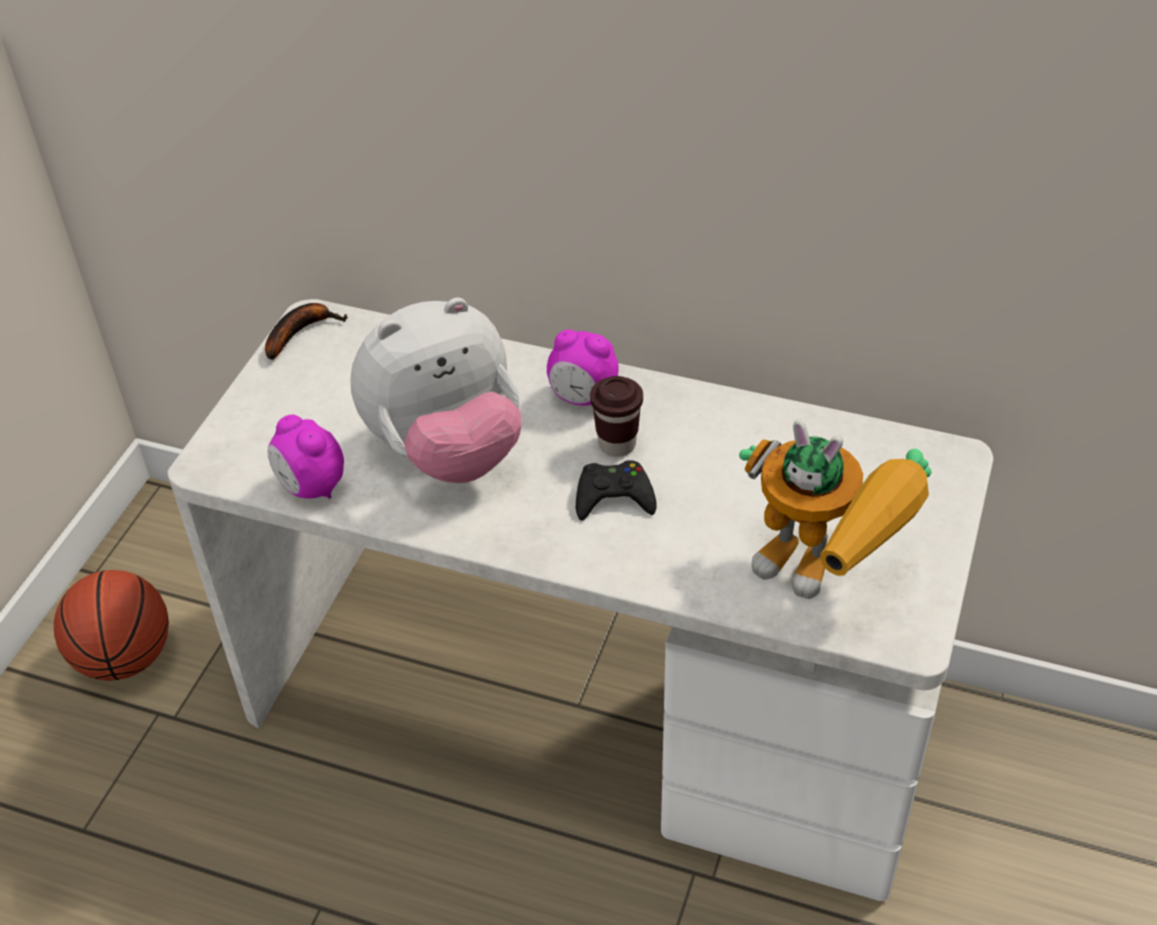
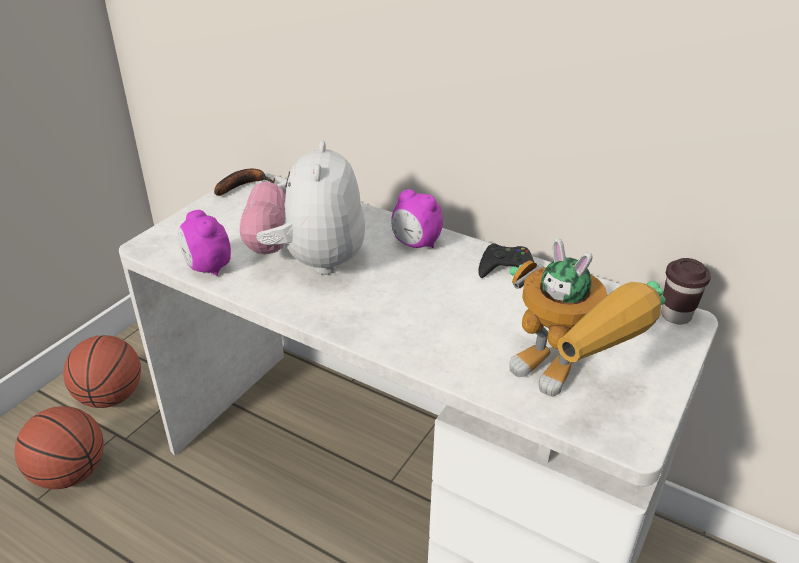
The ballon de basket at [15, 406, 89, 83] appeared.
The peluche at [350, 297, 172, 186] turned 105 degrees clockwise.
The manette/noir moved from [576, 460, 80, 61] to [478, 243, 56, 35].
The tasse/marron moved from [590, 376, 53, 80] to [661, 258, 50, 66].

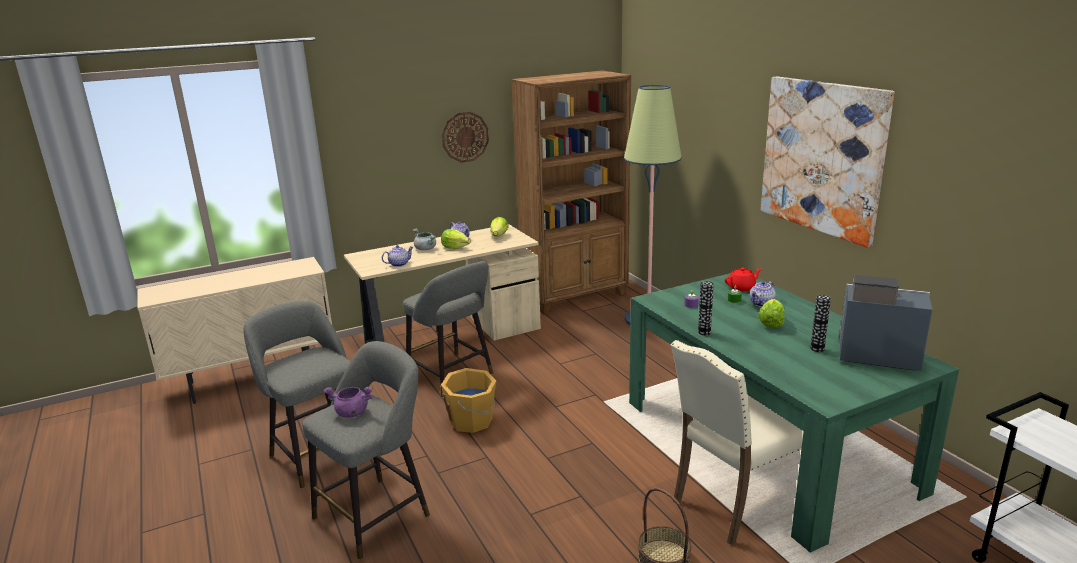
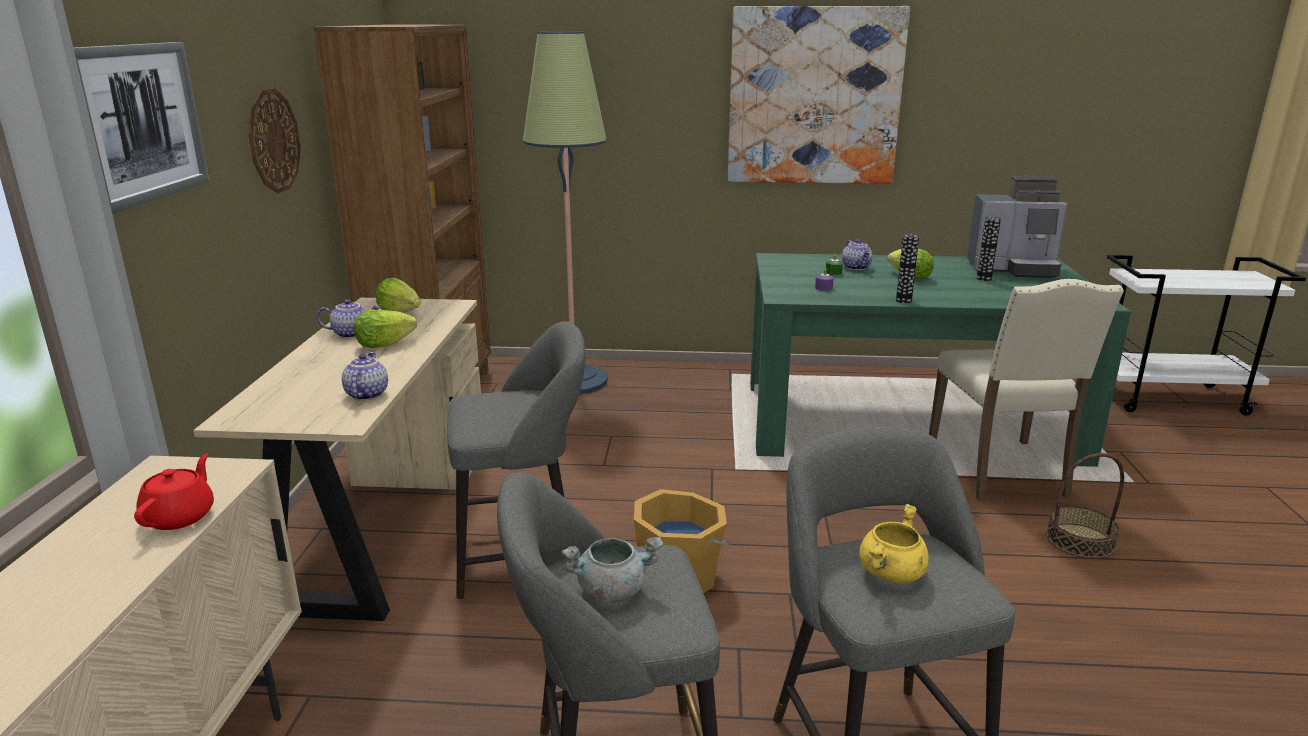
The tableau at [73, 42, 137, 172] appeared.
The théière/rouge moved from [725, 267, 37, 24] to [134, 454, 80, 76].
The marmite/gris moved from [413, 229, 23, 21] to [562, 537, 102, 66].
The marmite/violet at [324, 387, 49, 31] became the marmite/jaune at [859, 504, 70, 79].
The machine à café at [839, 275, 94, 96] turned 135 degrees counterclockwise.

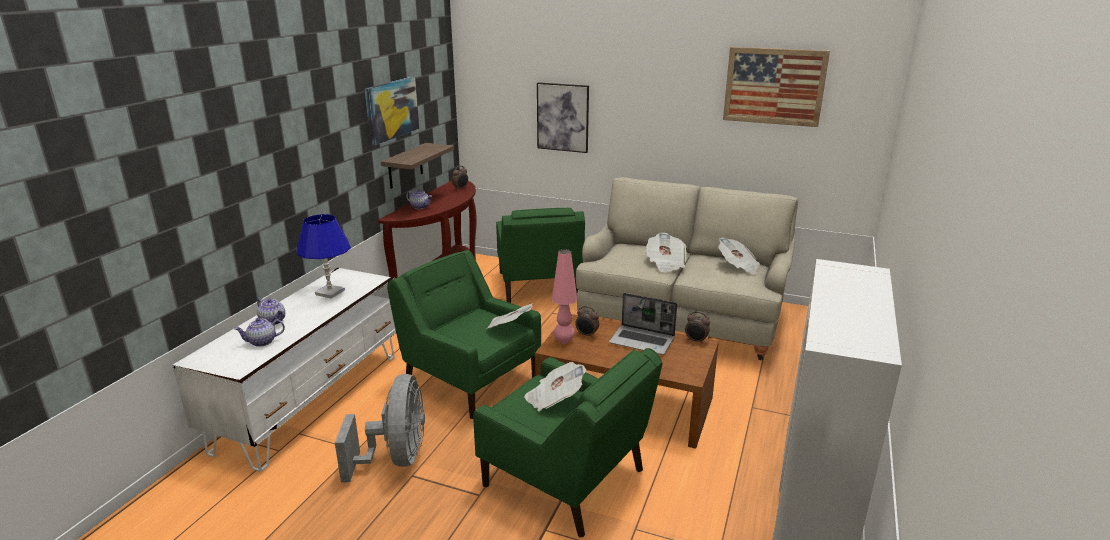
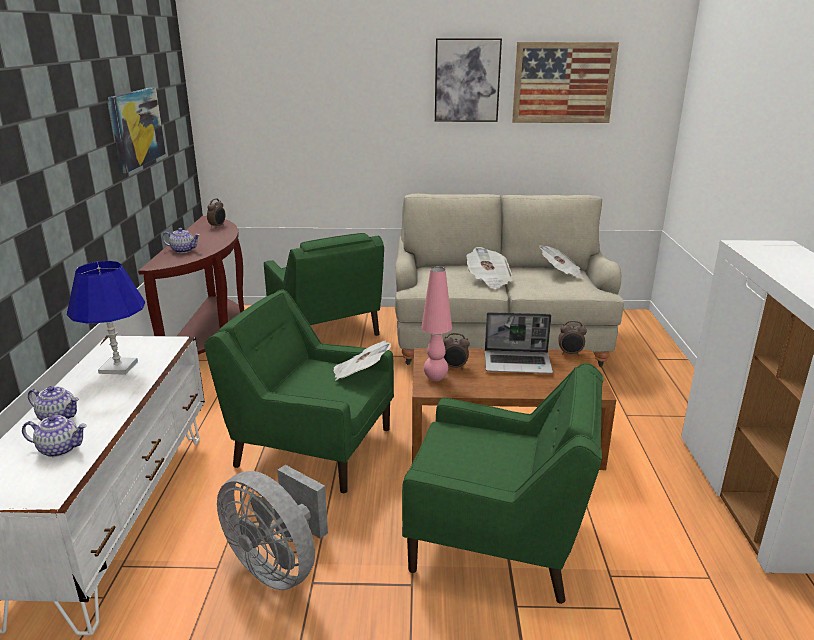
The théière at [234, 318, 51, 29] turned 135 degrees counterclockwise.
The ventilateur/gris at [335, 374, 90, 109] turned 150 degrees clockwise.
The tableau moved from [537, 82, 52, 71] to [435, 38, 67, 84].
The étagère at [381, 143, 73, 46] disappeared.
The journal at [524, 362, 62, 49] disappeared.

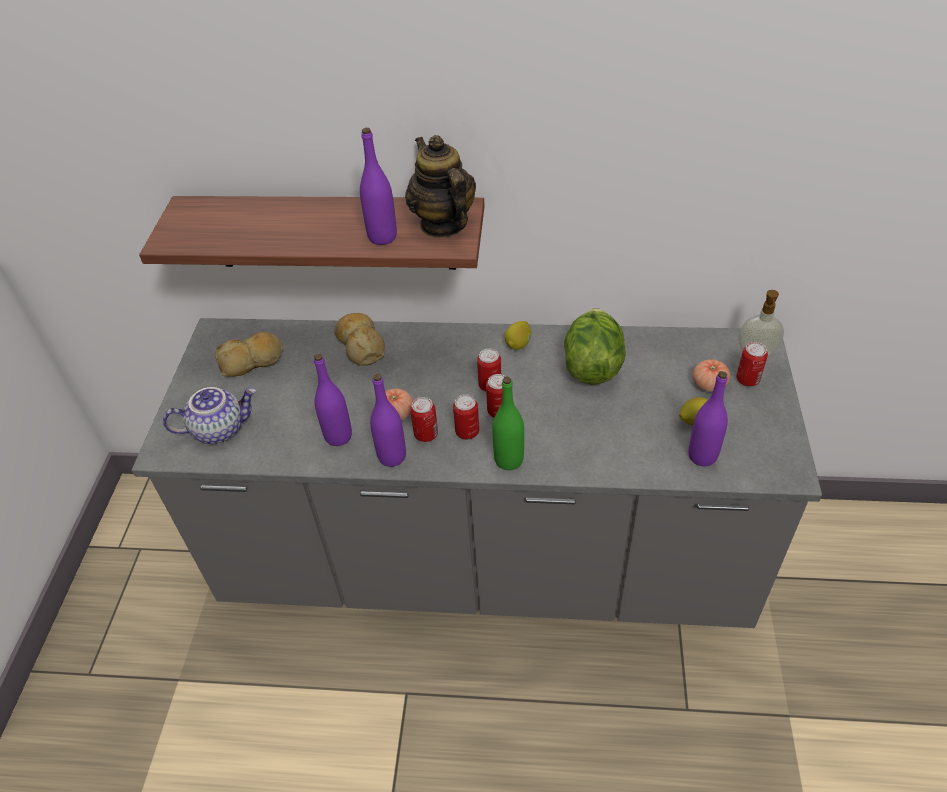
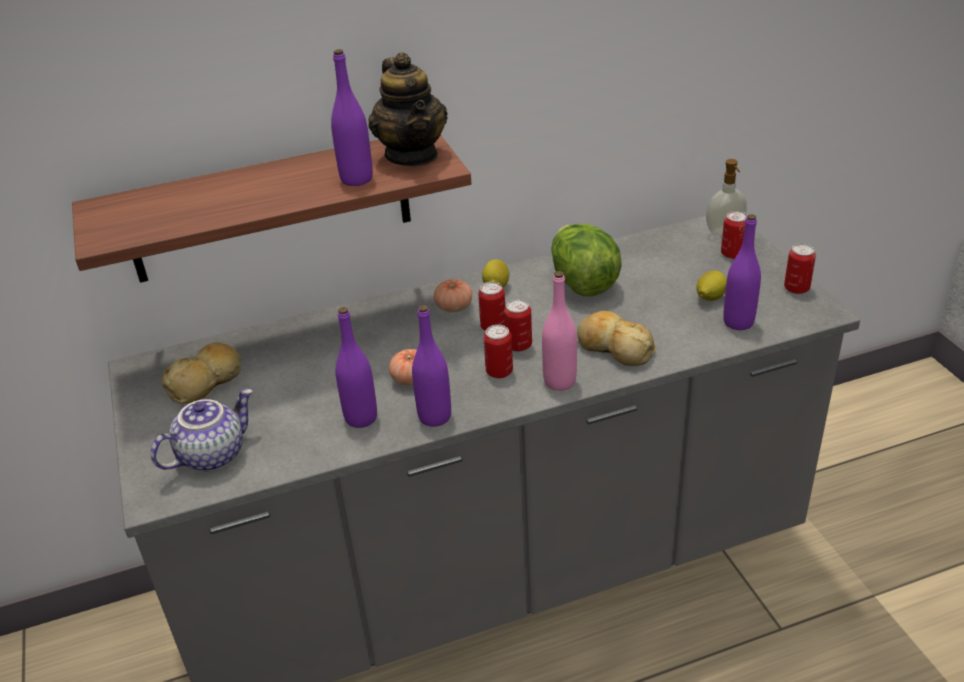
The théière at [405, 135, 71, 103] turned 150 degrees counterclockwise.
The tomate moved from [693, 359, 37, 33] to [434, 279, 38, 33].
The bouteille/vert at [492, 377, 32, 93] became the bouteille/rose at [542, 271, 35, 120].
The pain moved from [335, 313, 50, 53] to [577, 311, 79, 55].
The boîte métallique moved from [410, 397, 28, 45] to [784, 244, 32, 50].

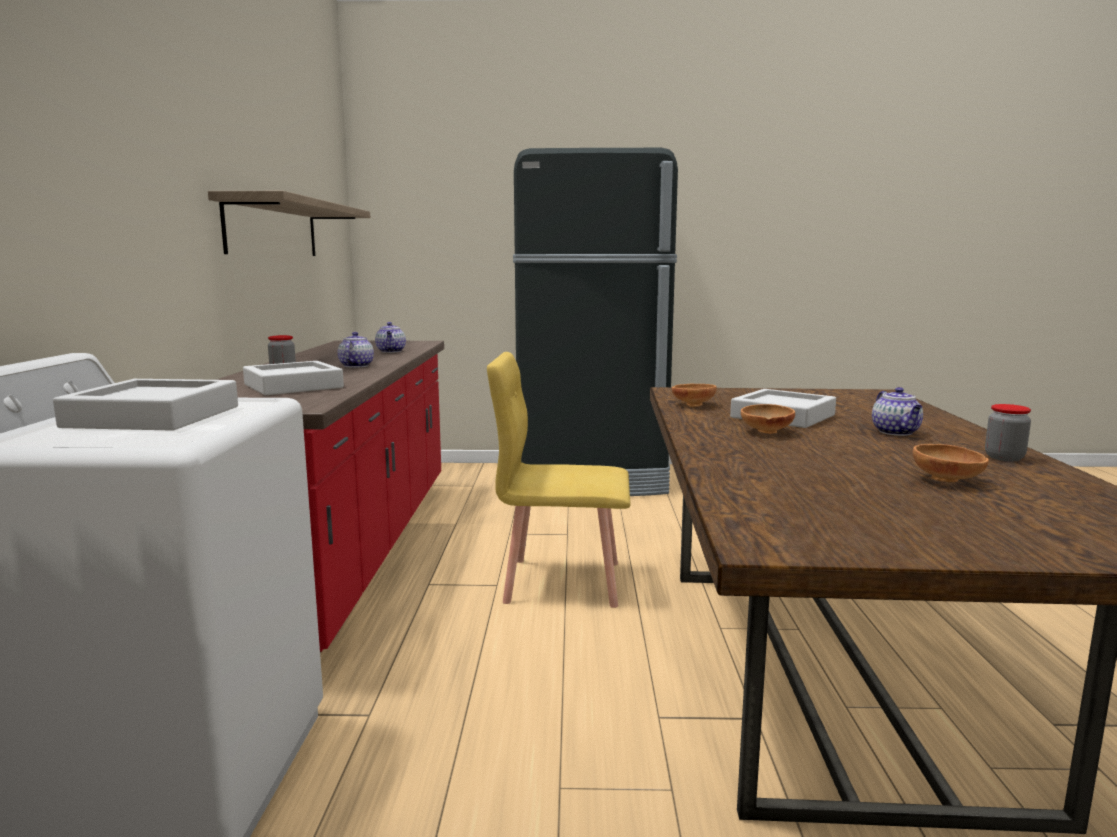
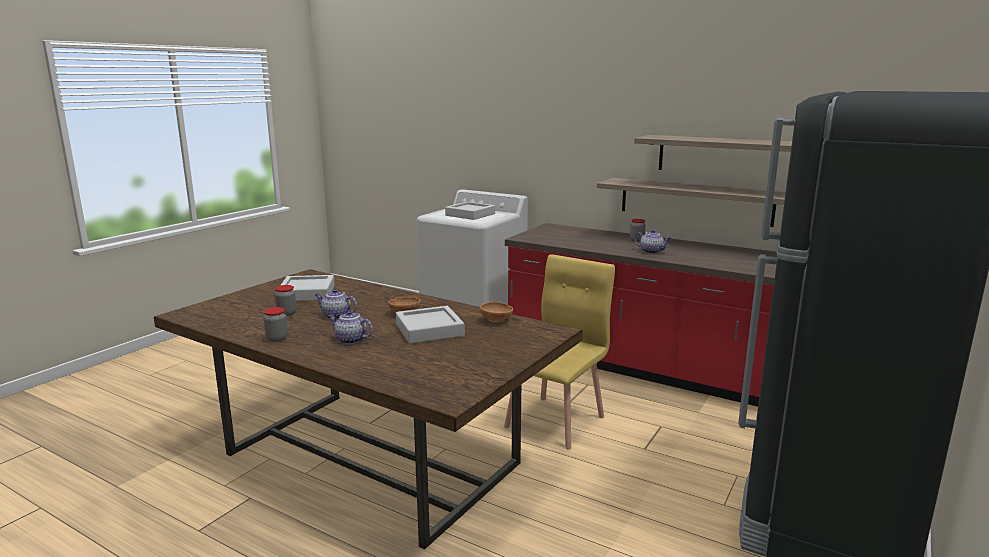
The bol/marron at [913, 444, 76, 38] was replaced by the bocal at [275, 285, 21, 31].
The plateau/gris moved from [243, 361, 101, 34] to [280, 275, 55, 26].
The théière moved from [375, 322, 31, 31] to [315, 289, 42, 30].
The étagère at [597, 178, 189, 49] appeared.

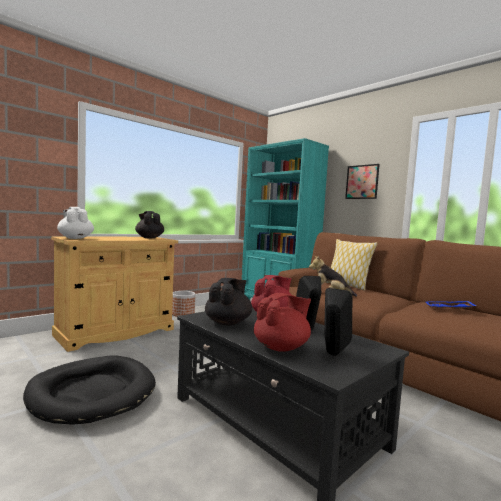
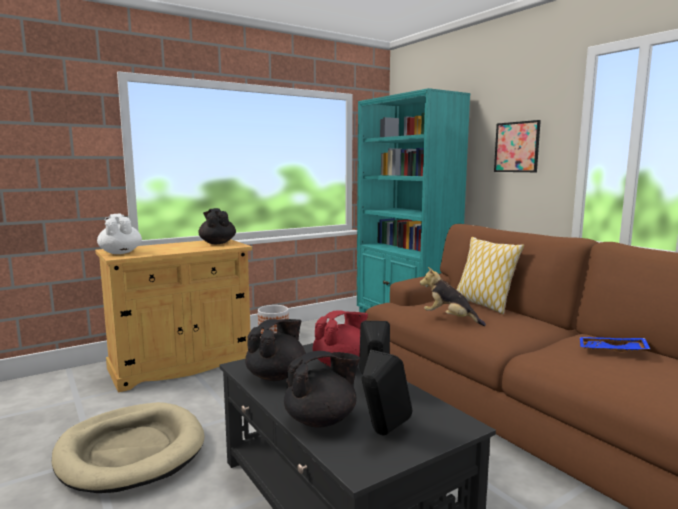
The panier pour chien/noir at [23, 356, 133, 69] became the panier pour chien/beige at [51, 402, 154, 91].
The théière/rouge at [254, 293, 57, 59] became the théière/noir at [284, 351, 76, 77].

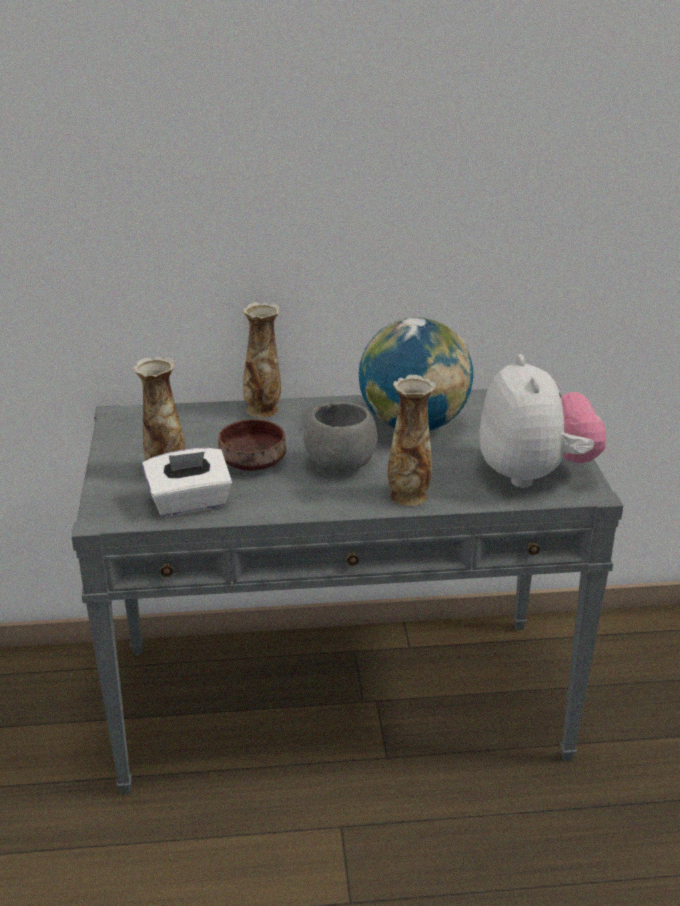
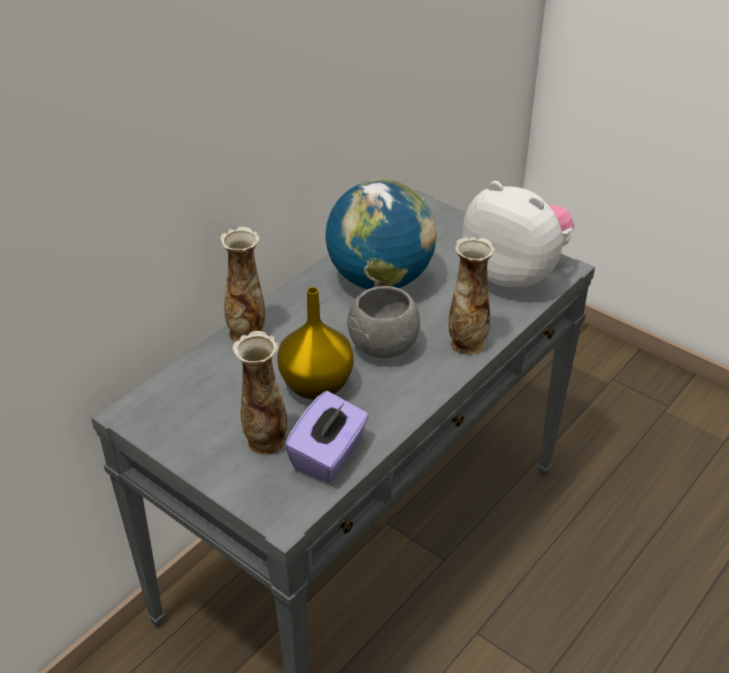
The bol/marron at [218, 419, 69, 52] was replaced by the vase/jaune at [277, 287, 77, 113].
The boîte à mouchoirs/blanc at [142, 448, 90, 69] became the boîte à mouchoirs/violet at [285, 391, 84, 91].

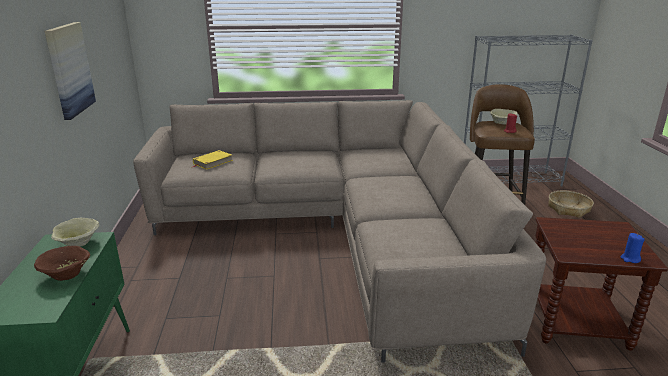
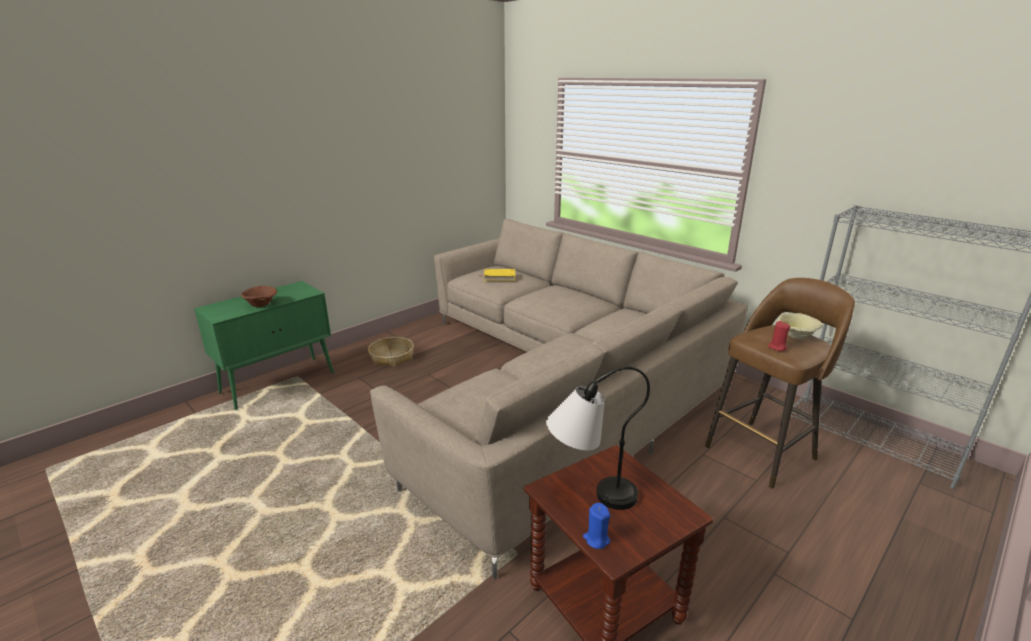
The panier moved from [548, 191, 46, 27] to [368, 337, 46, 30].
The lampe de table at [546, 367, 104, 143] appeared.
The tableau at [44, 22, 52, 98] disappeared.
The bol/beige at [51, 218, 48, 29] disappeared.

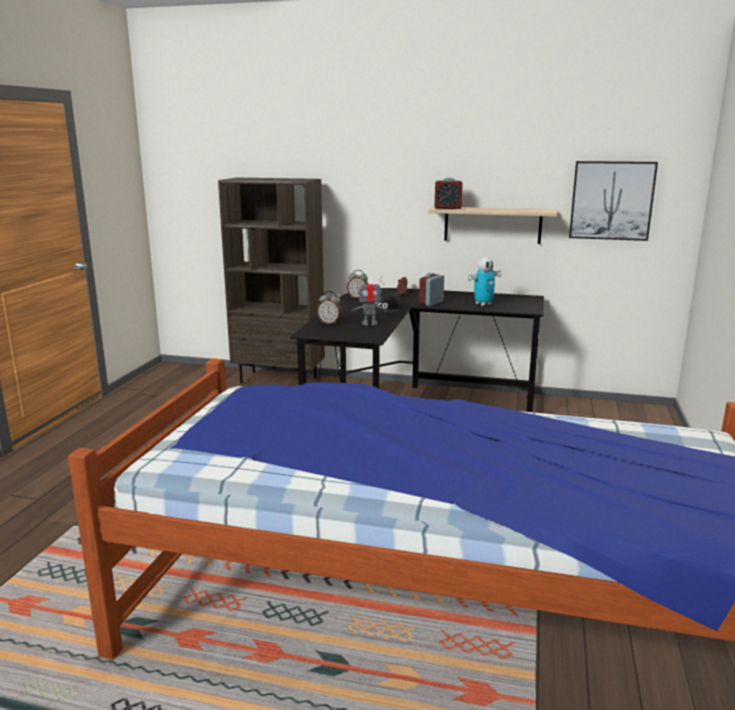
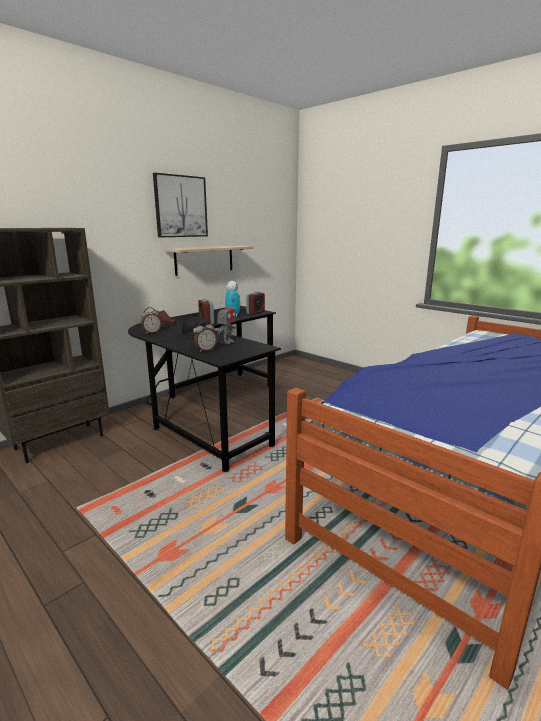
The tableau moved from [569, 161, 89, 80] to [153, 173, 55, 64].
The réveil moved from [435, 178, 28, 31] to [246, 291, 19, 24].

